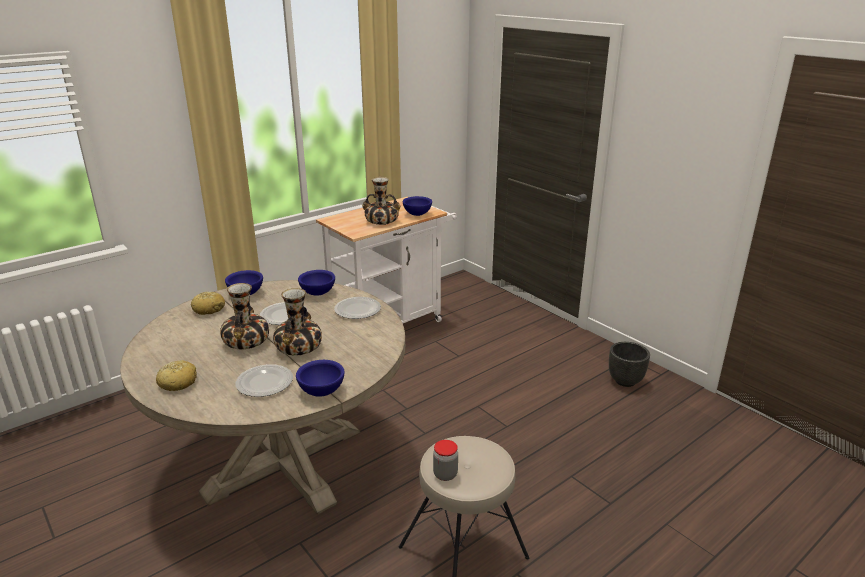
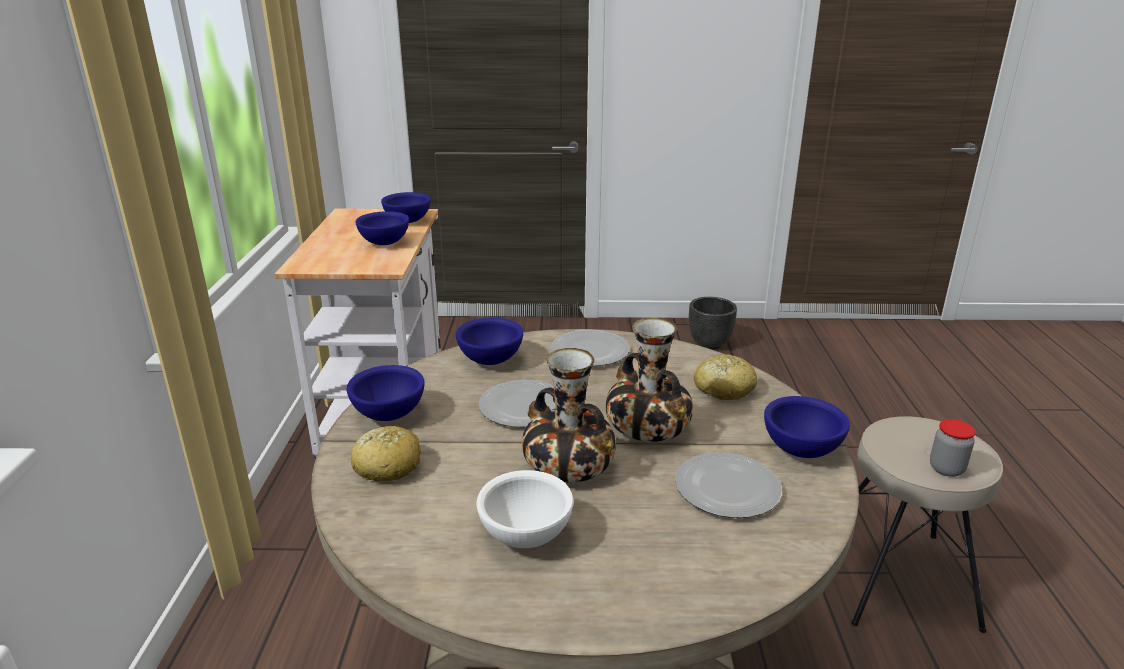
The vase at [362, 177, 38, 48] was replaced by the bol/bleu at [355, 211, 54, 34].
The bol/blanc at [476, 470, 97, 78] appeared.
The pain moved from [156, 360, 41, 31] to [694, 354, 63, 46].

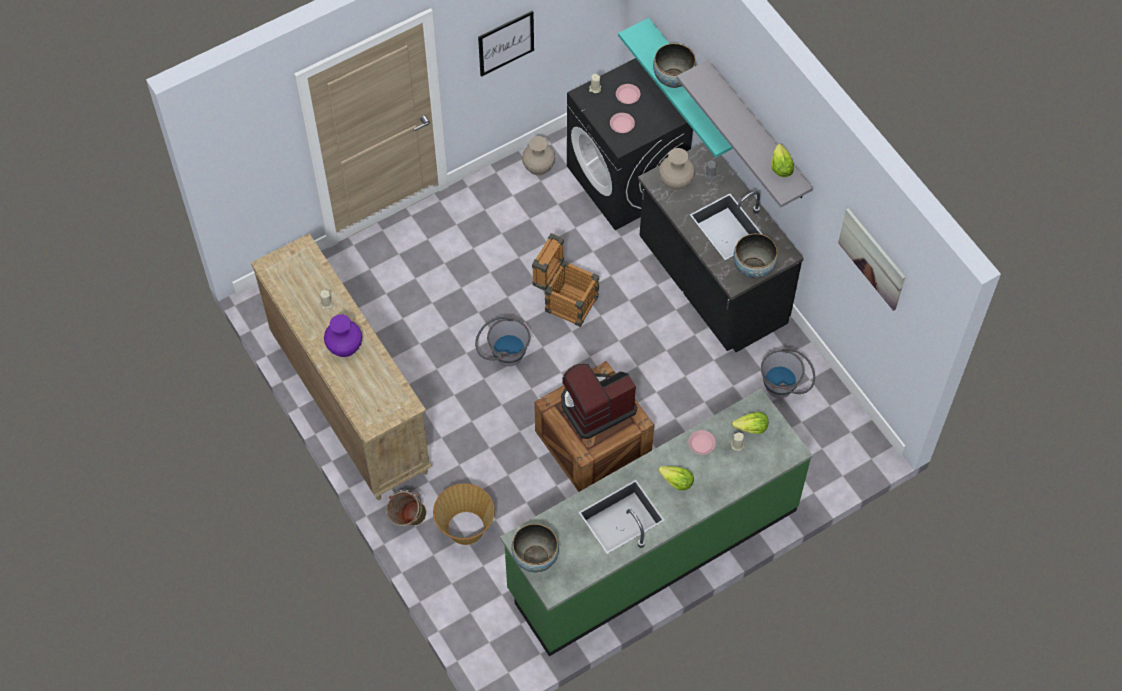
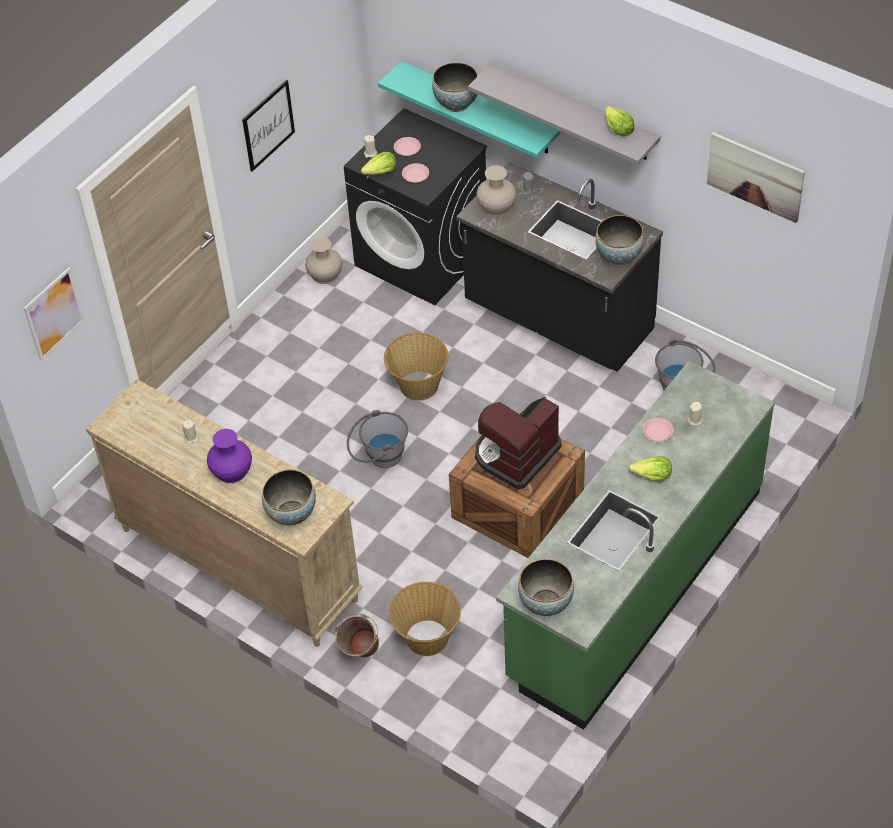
The tableau at [24, 267, 61, 94] appeared.
The bol at [262, 470, 54, 56] appeared.
The laitue moved from [731, 412, 37, 22] to [361, 152, 35, 23].
The caisse at [532, 233, 67, 94] was replaced by the panier at [384, 332, 64, 69].

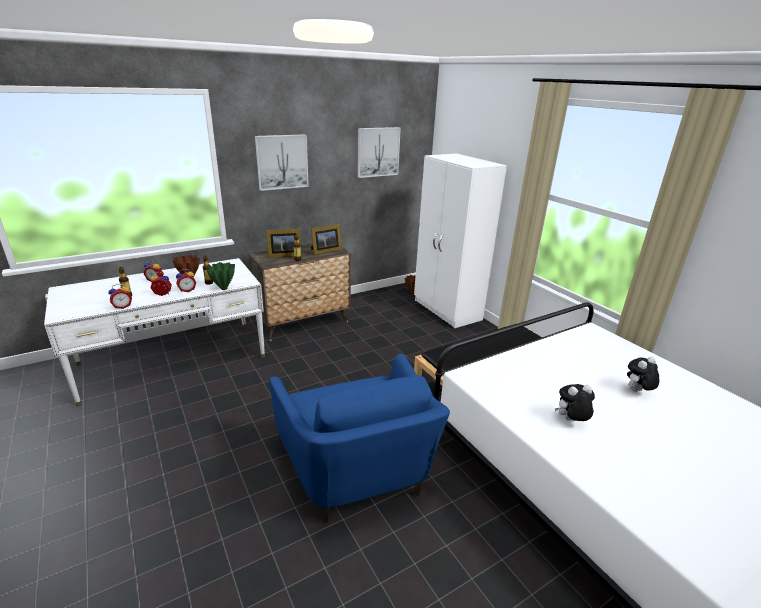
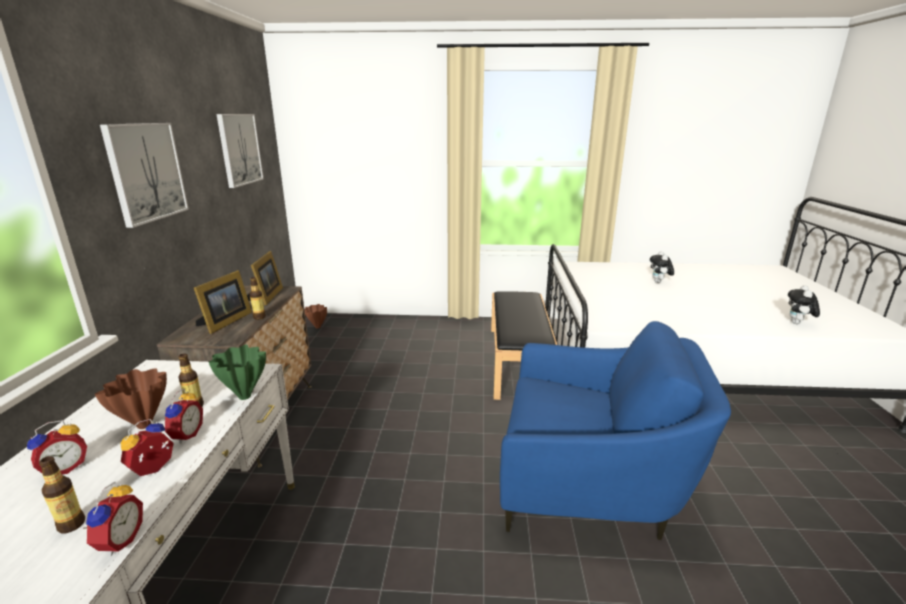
The peluche moved from [555, 384, 40, 37] to [788, 285, 32, 39].
The armoire/blanc at [414, 154, 93, 174] disappeared.

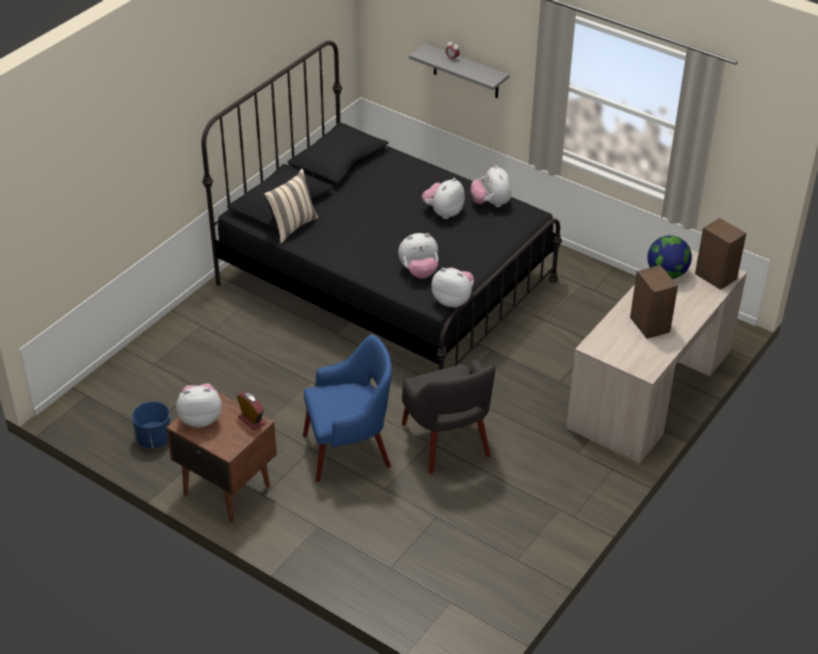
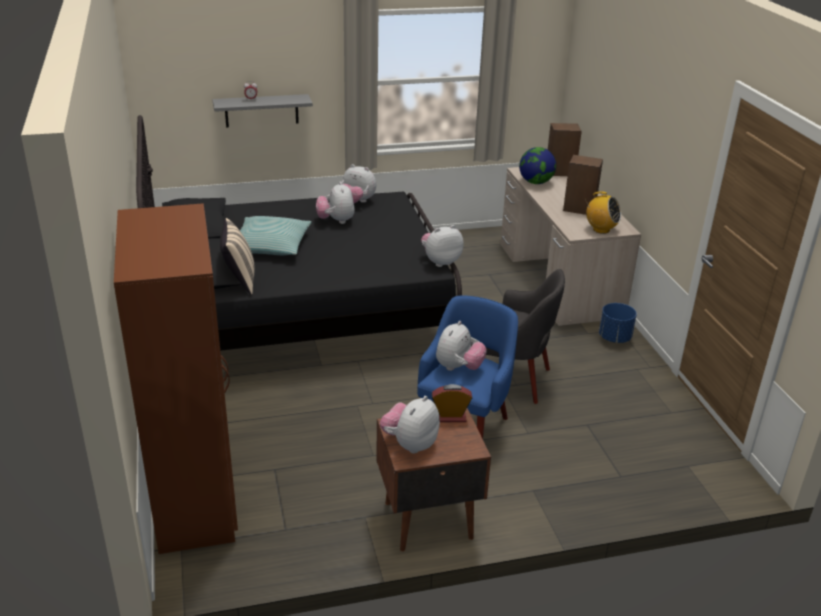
The armoire/marron at [114, 203, 124, 351] appeared.
The coussin at [240, 216, 72, 39] appeared.
The peluche moved from [398, 233, 40, 46] to [436, 321, 51, 50].
The radio at [585, 191, 36, 43] appeared.
The cache-pot/bleu moved from [132, 401, 39, 47] to [599, 303, 38, 40].

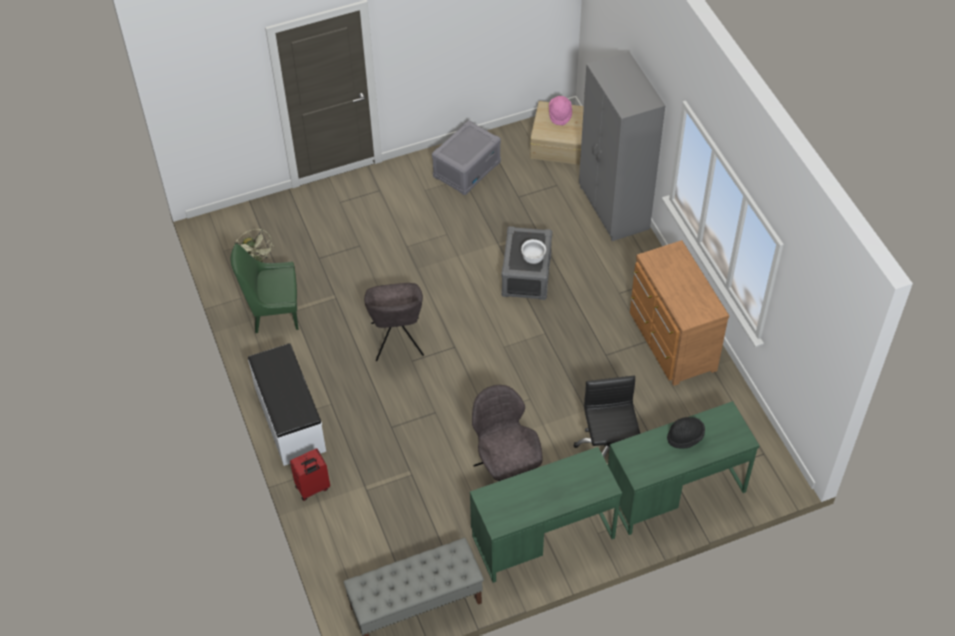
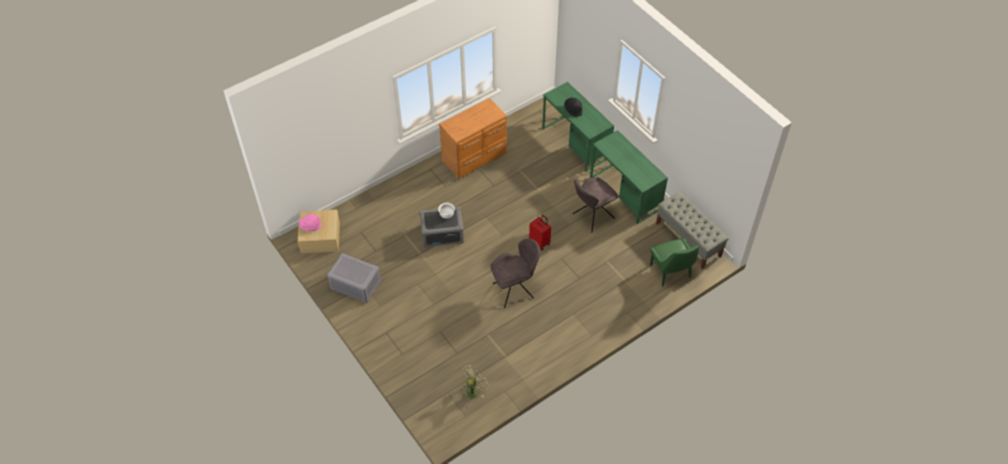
The valise/rouge moved from [290, 449, 40, 52] to [529, 215, 22, 35].
The chaise/vert moved from [231, 244, 67, 89] to [650, 238, 49, 49].
The banc/blanc at [248, 343, 78, 123] disappeared.
The chaise de bureau/noir at [574, 376, 66, 82] disappeared.
The armoire/gris at [579, 52, 86, 189] disappeared.

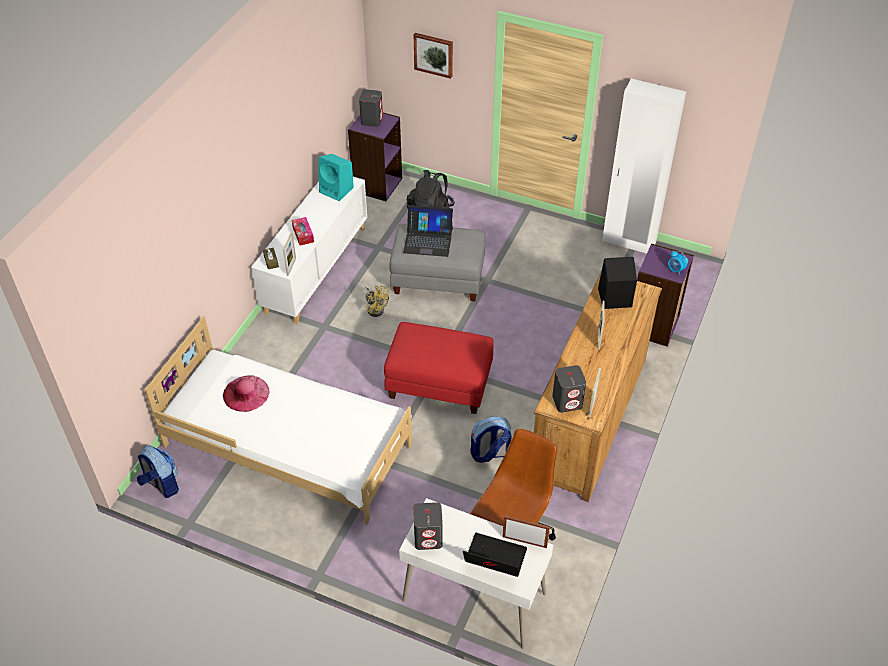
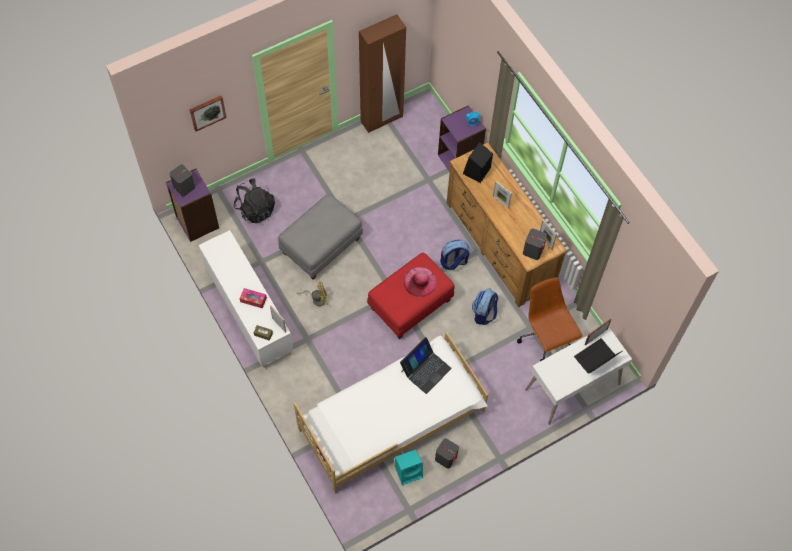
The armoire/blanc at [602, 79, 84, 175] became the armoire/marron at [359, 14, 47, 119].
The enceinte/turquoise moved from [319, 154, 35, 47] to [395, 450, 28, 35].
The ordinateur portable moved from [403, 205, 50, 52] to [400, 337, 52, 57].
The chapeau/rose moved from [223, 375, 46, 37] to [404, 267, 33, 30].
The enceinte/gris moved from [413, 502, 30, 48] to [435, 438, 24, 31].
The sac à dos moved from [137, 445, 42, 53] to [440, 239, 29, 31].

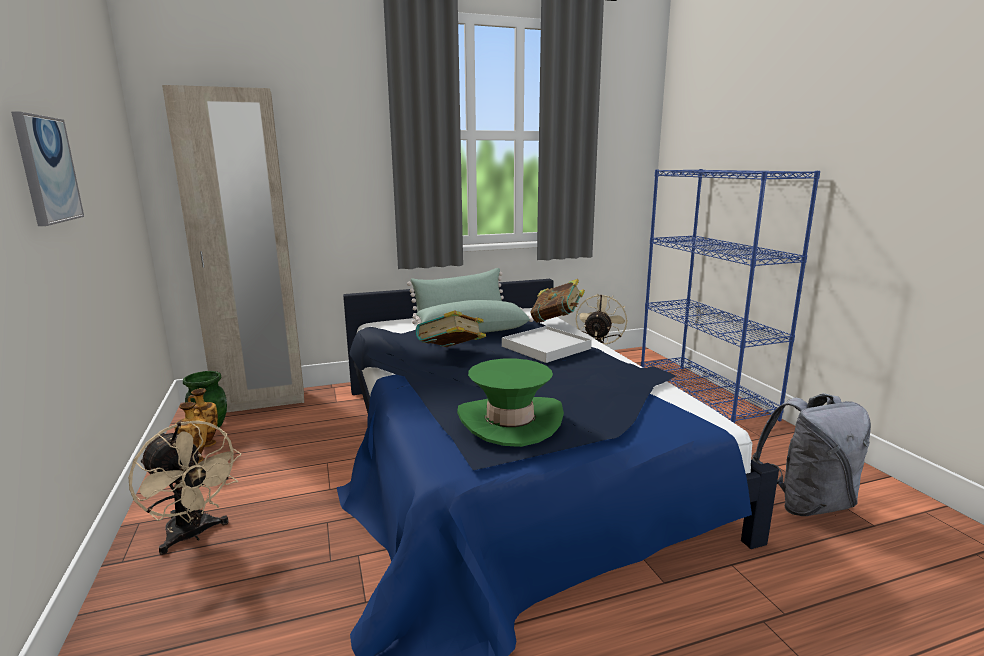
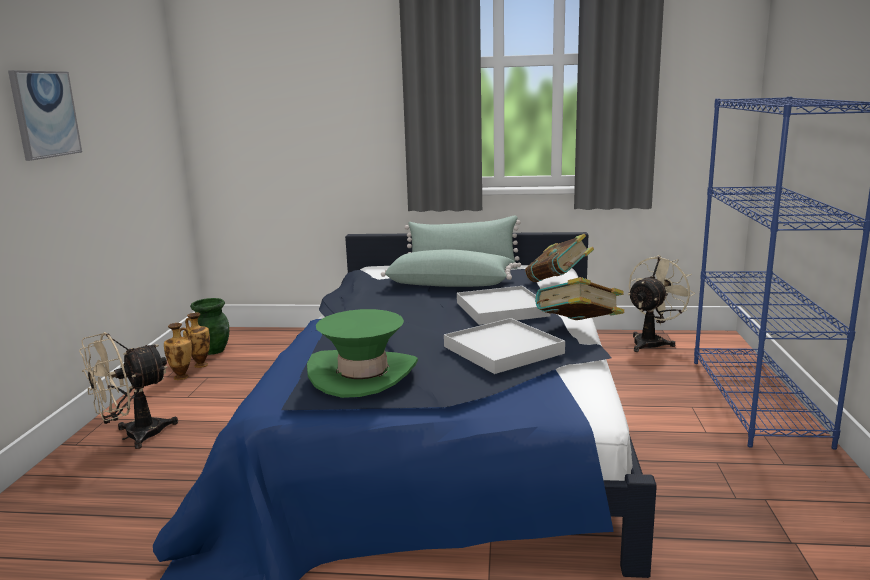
The ventilateur/beige at [128, 420, 114, 135] turned 75 degrees clockwise.
The plateau/blanc at [444, 318, 121, 56] appeared.
The livre moved from [416, 310, 70, 37] to [535, 277, 89, 43].
The armoire/beige at [162, 85, 142, 328] disappeared.
The sac à dos/gris at [752, 393, 119, 123] disappeared.

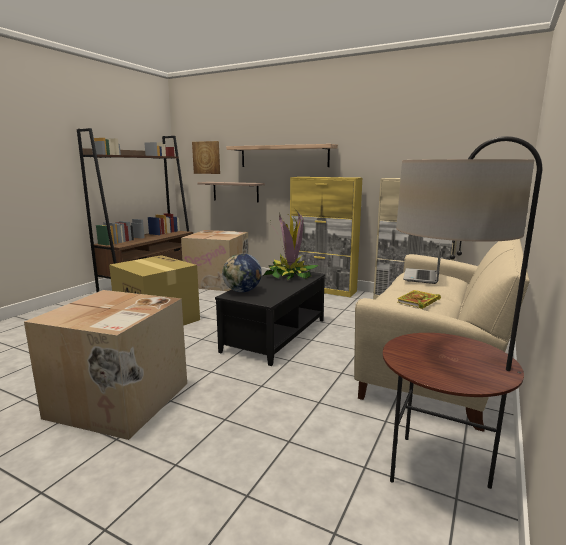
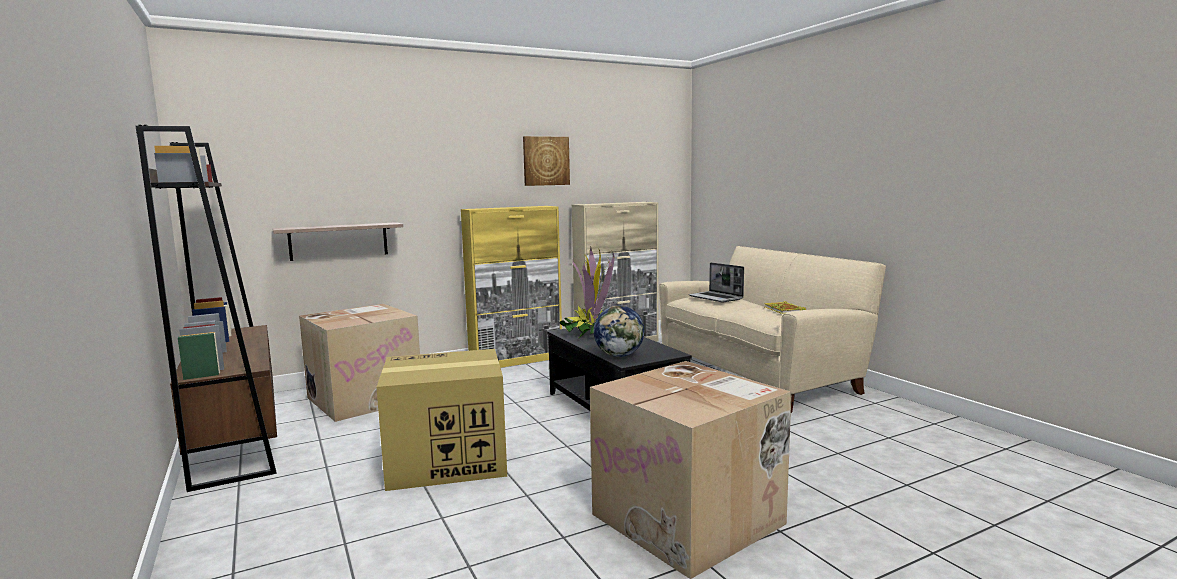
The tableau moved from [192, 141, 28, 33] to [523, 136, 47, 50].
The étagère at [226, 144, 112, 23] disappeared.
The lampadaire at [383, 136, 159, 353] disappeared.

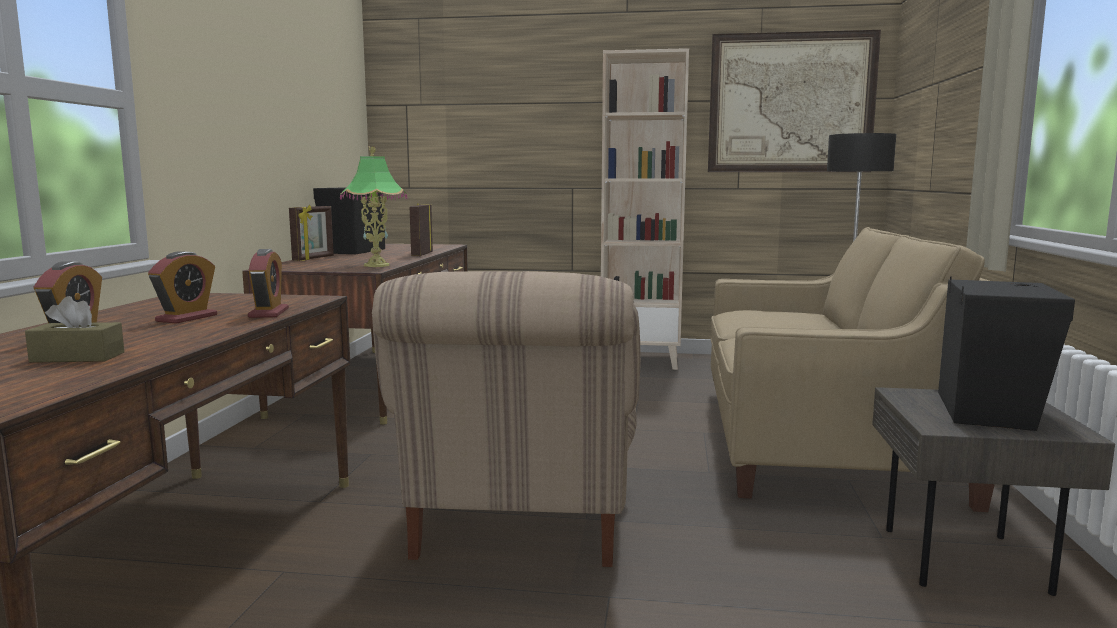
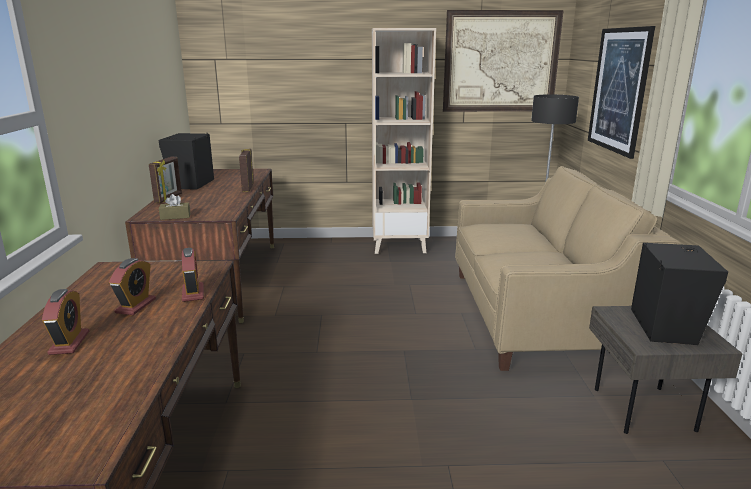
The boîte à mouchoirs/marron moved from [25, 296, 99, 67] to [159, 194, 32, 26].
The tableau at [588, 26, 67, 133] appeared.
The lampe de table at [340, 146, 67, 121] disappeared.
The fauteuil/beige at [372, 271, 269, 296] disappeared.

